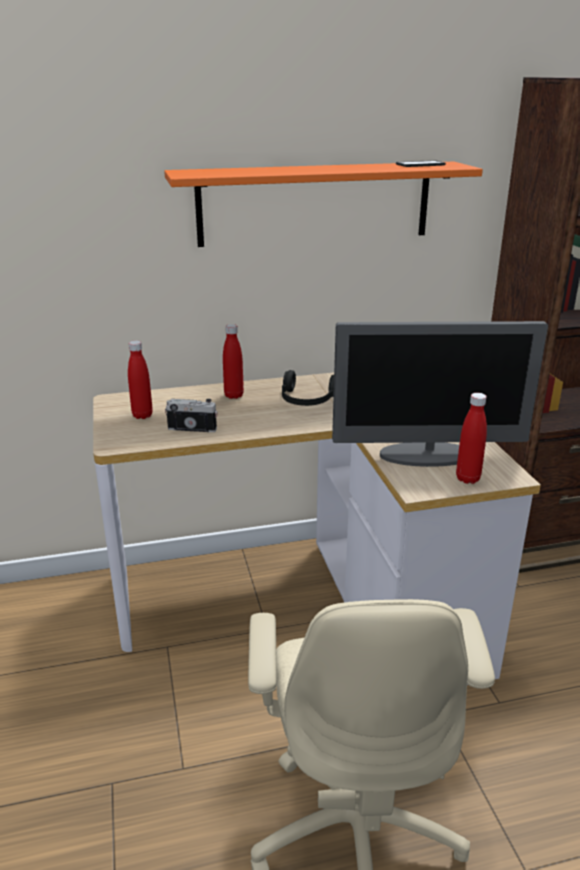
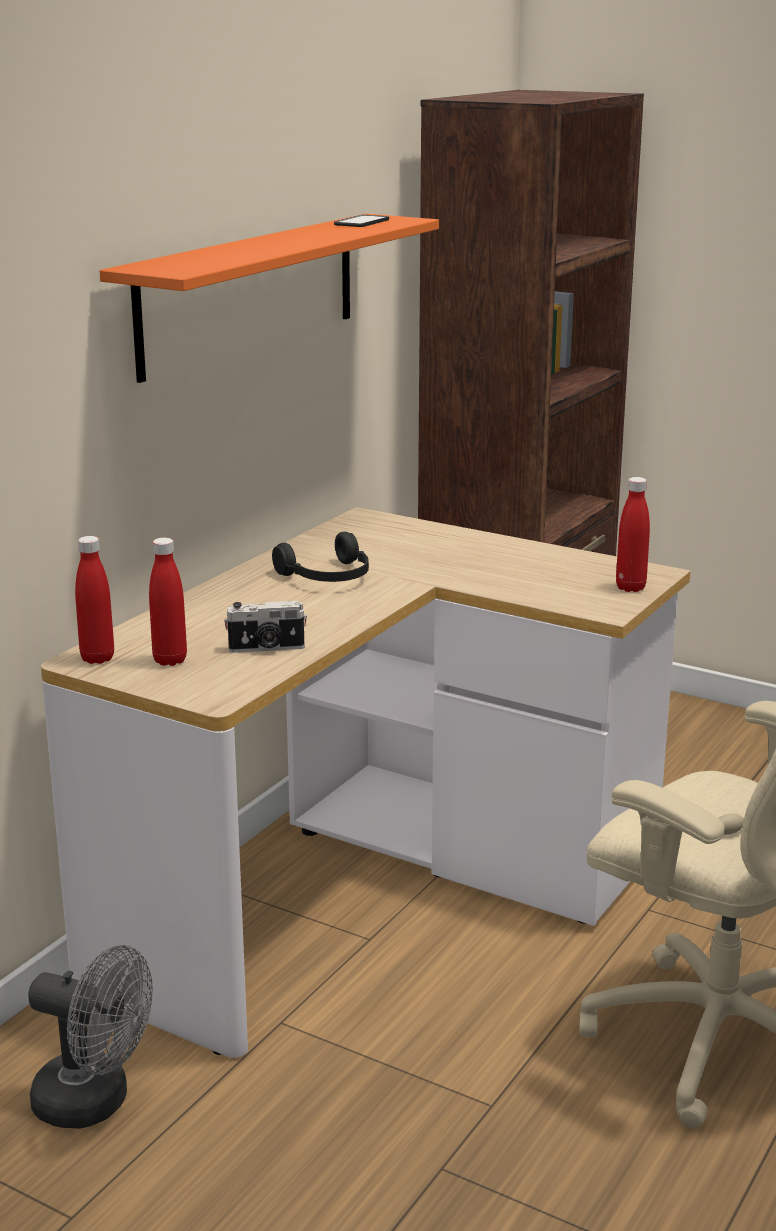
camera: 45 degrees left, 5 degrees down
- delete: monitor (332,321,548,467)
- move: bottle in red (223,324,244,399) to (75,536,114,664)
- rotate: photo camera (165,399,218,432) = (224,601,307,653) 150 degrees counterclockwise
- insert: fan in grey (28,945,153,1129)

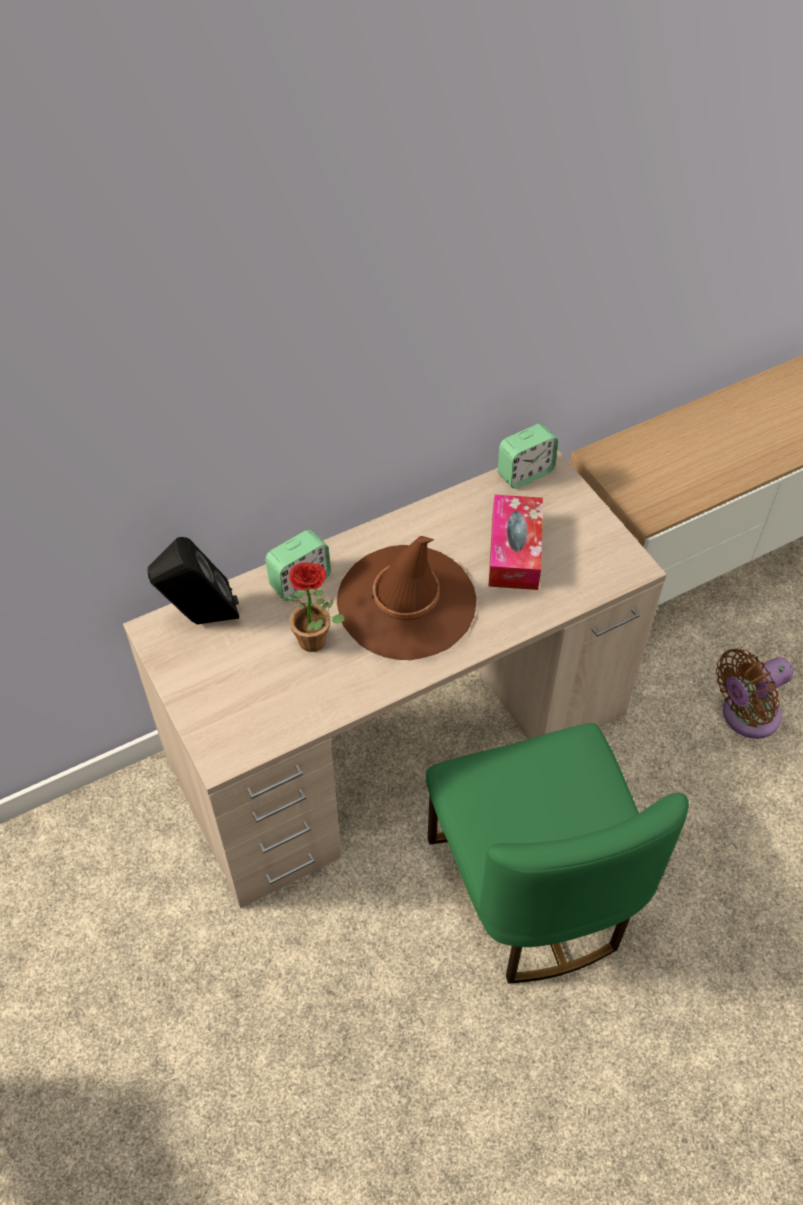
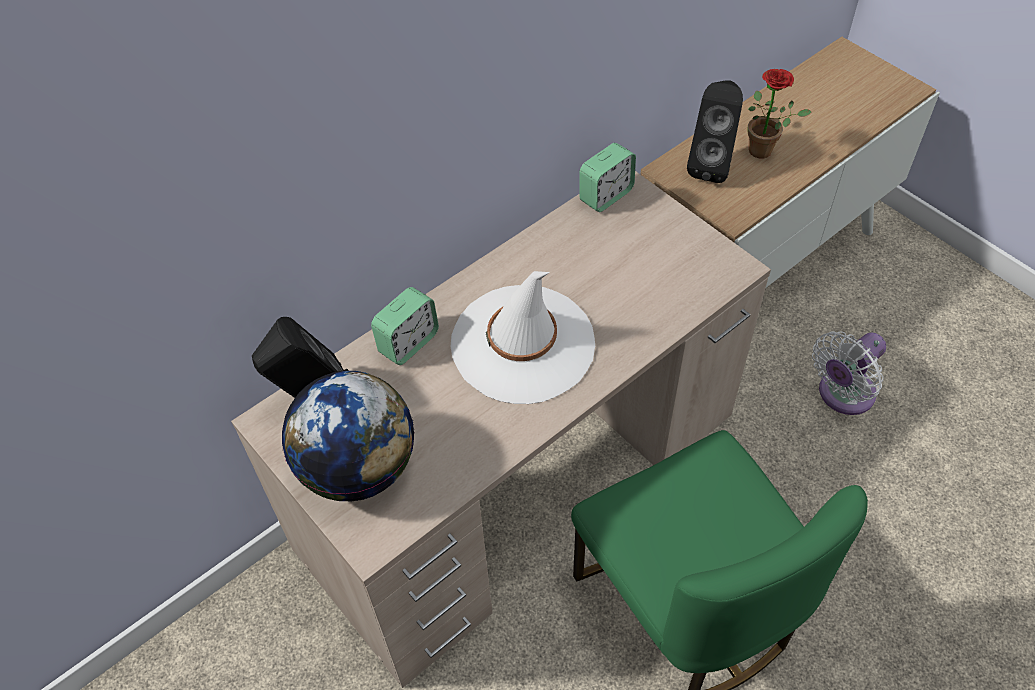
camera: 10 degrees left, 0 degrees up
- delete: tissue box (488,495,543,590)
- recolor: hat in brown (337,536,476,660) to hat in white (451,271,595,404)
- move: potted plant (280,563,344,652) to (747,69,811,158)
- recolor: fan in brown (716,648,793,739) to fan in white (812,331,886,415)
- insert: speaker in black (687,80,743,183)
- insert: globe (282,371,414,501)

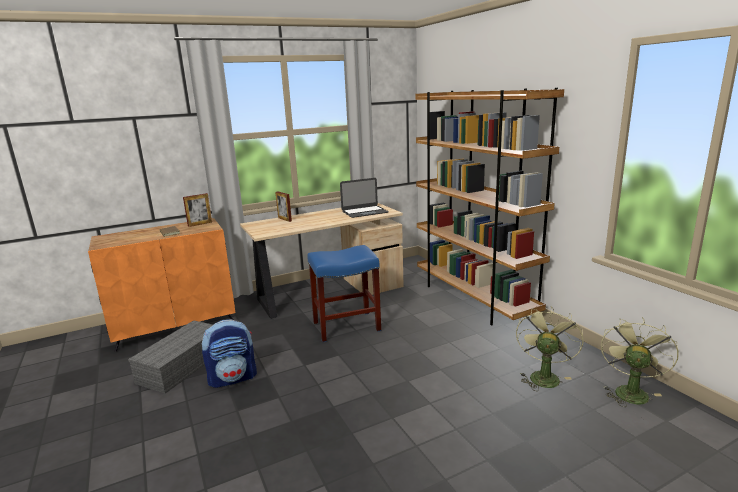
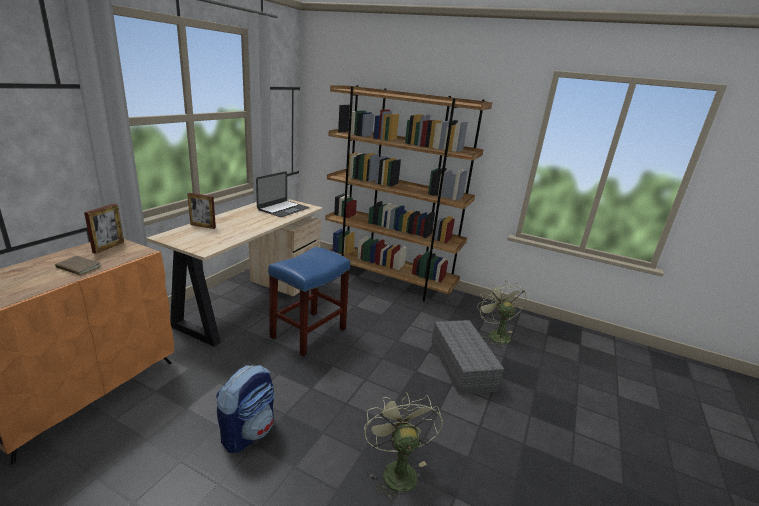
camera: 40 degrees left, 5 degrees up
- move: fan in green (601,317,678,407) to (364,392,443,504)
- move: storage box in grey (128,320,213,394) to (431,320,505,395)

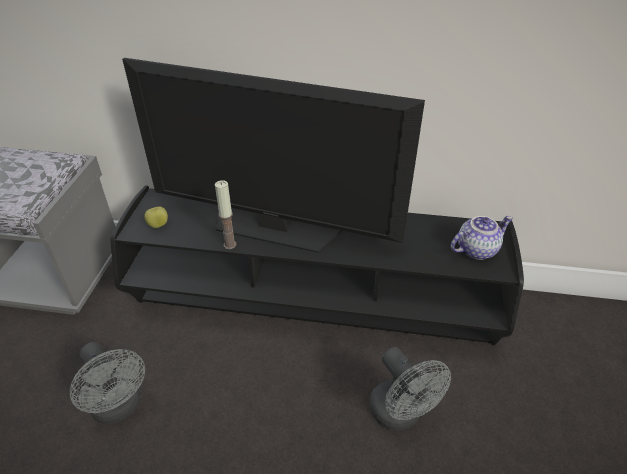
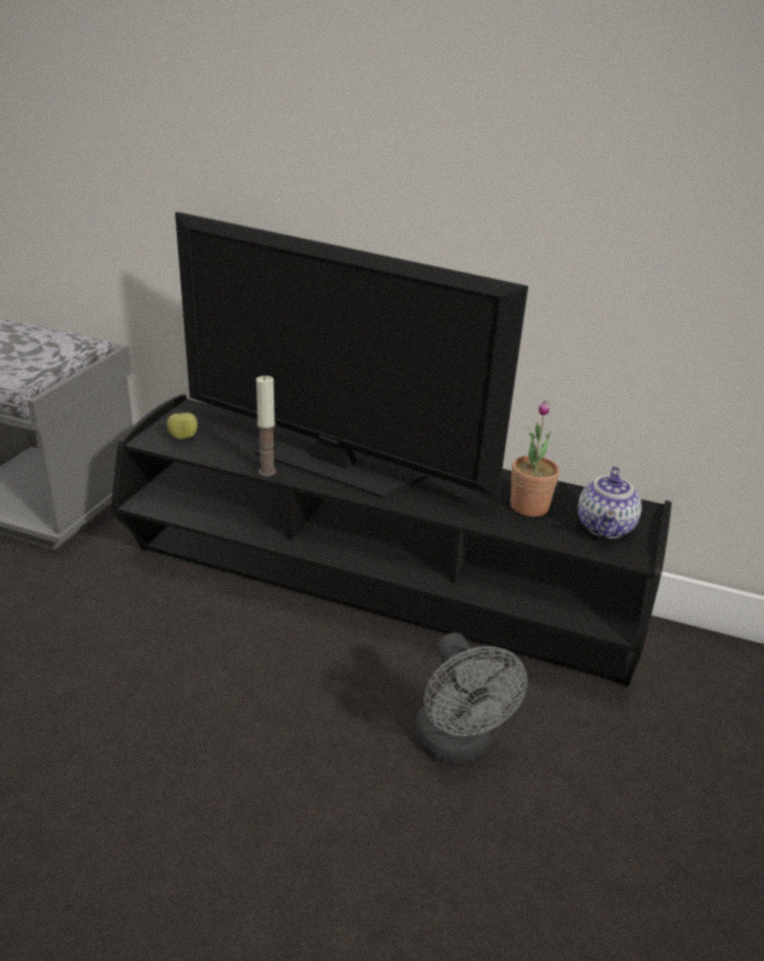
camera: 10 degrees right, 10 degrees down
- rotate: teapot (451,216,513,260) = (578,466,642,538) 120 degrees clockwise
- delete: fan in grey (70,342,145,424)
- insert: potted plant (511,400,560,517)

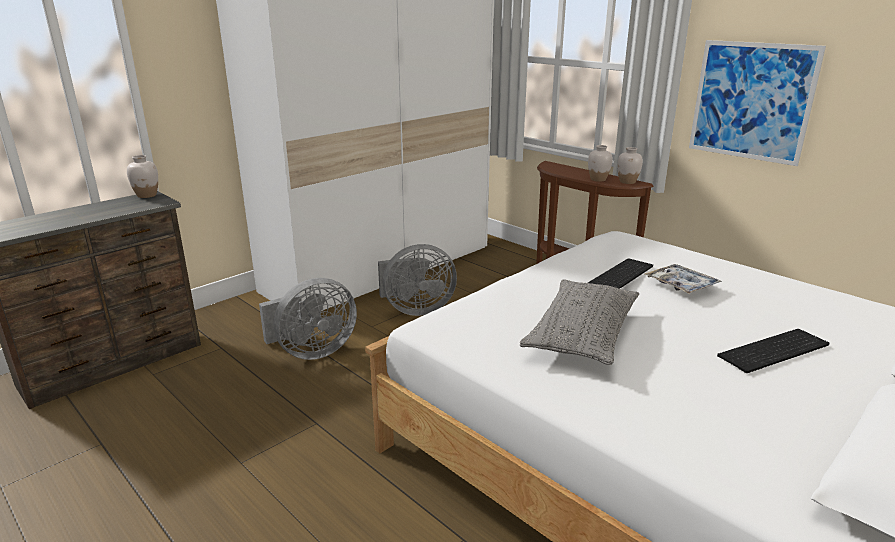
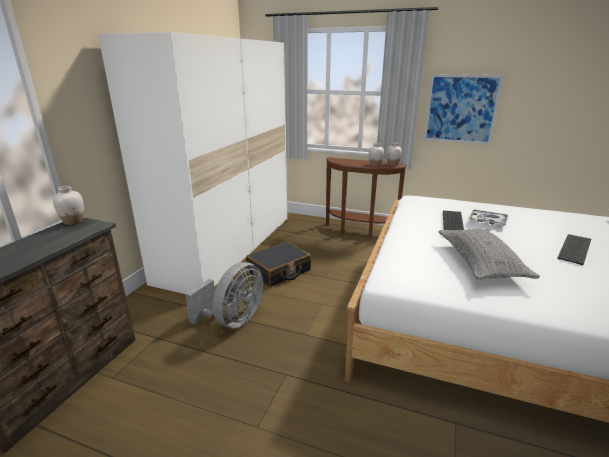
camera: 25 degrees left, 0 degrees up
- replace: fan in grey (378,244,457,316) to suitcase in black (246,242,311,287)

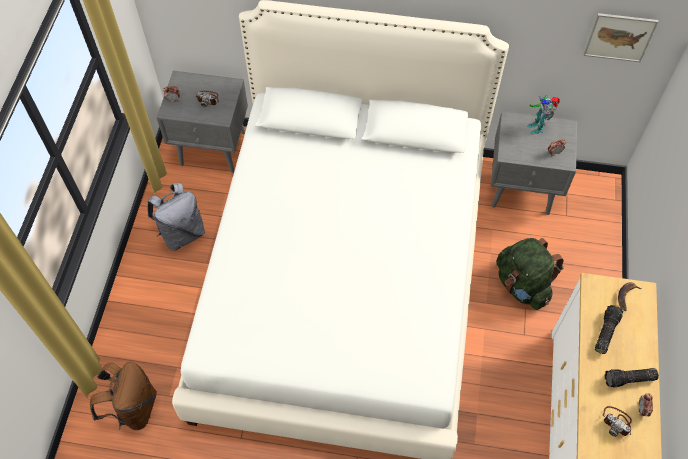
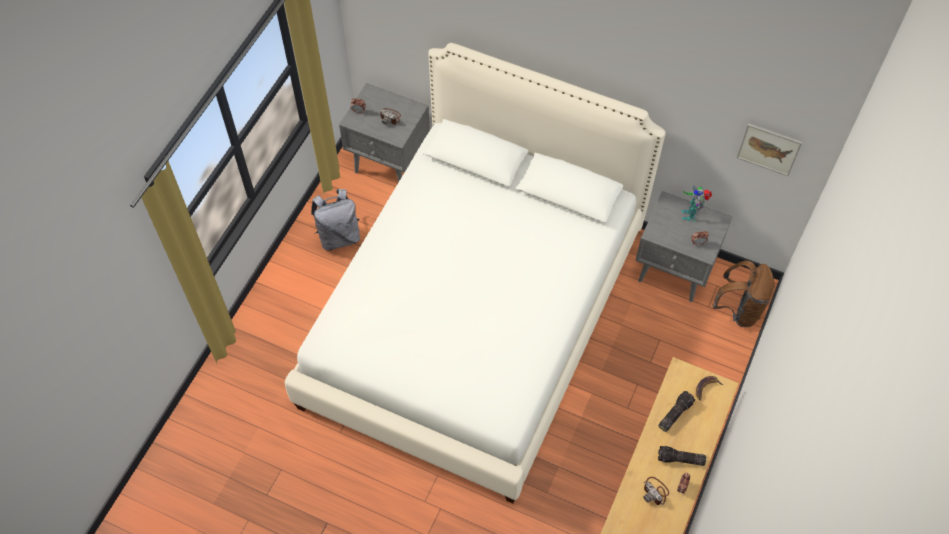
camera: 15 degrees right, 0 degrees up
- delete: backpack in green (496,238,564,310)
- move: backpack in brown (90,362,157,430) to (712,261,775,327)

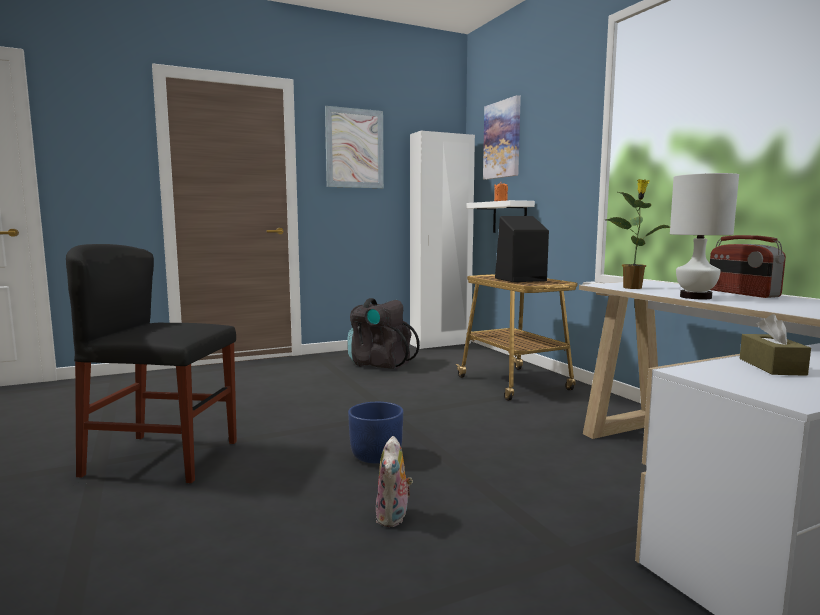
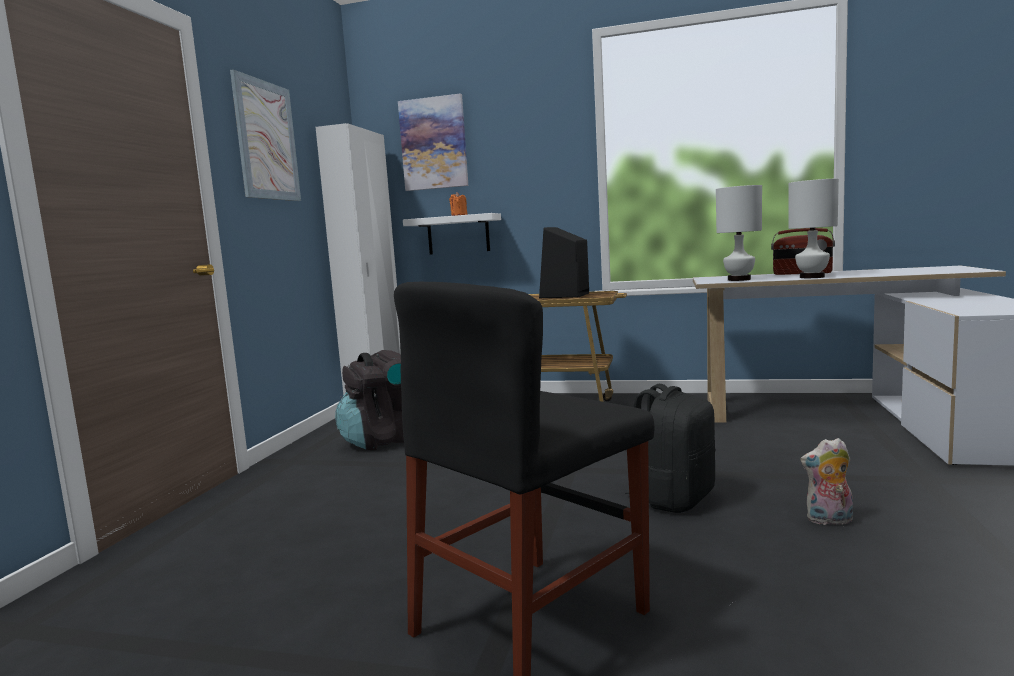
camera: 50 degrees left, 0 degrees up
- replace: potted plant (605,179,670,289) to table lamp in white (716,185,762,281)
- delete: tissue box in brown (740,314,811,376)
- replace: planter in blue (348,402,403,463) to backpack in black (625,384,716,513)
- rotate: plush toy (376,436,413,527) = (800,438,853,527) 135 degrees clockwise

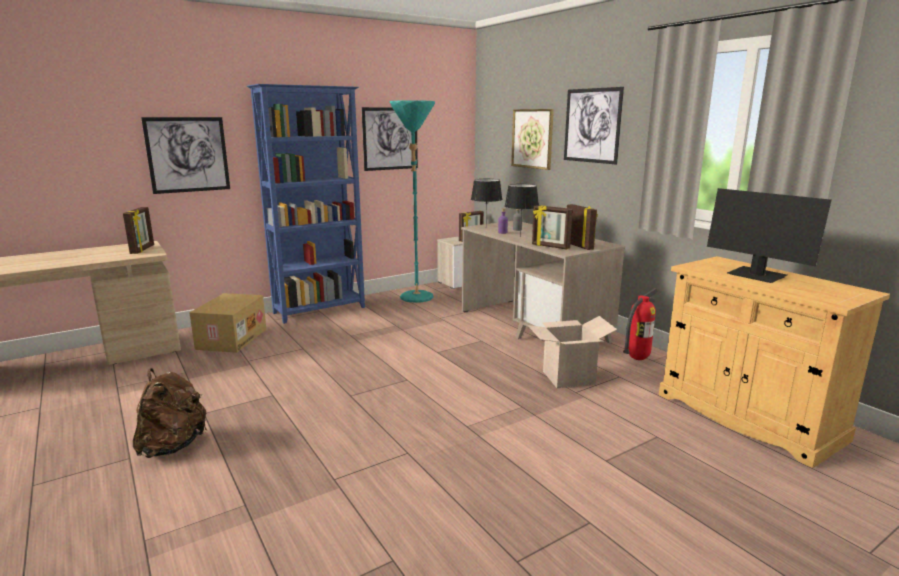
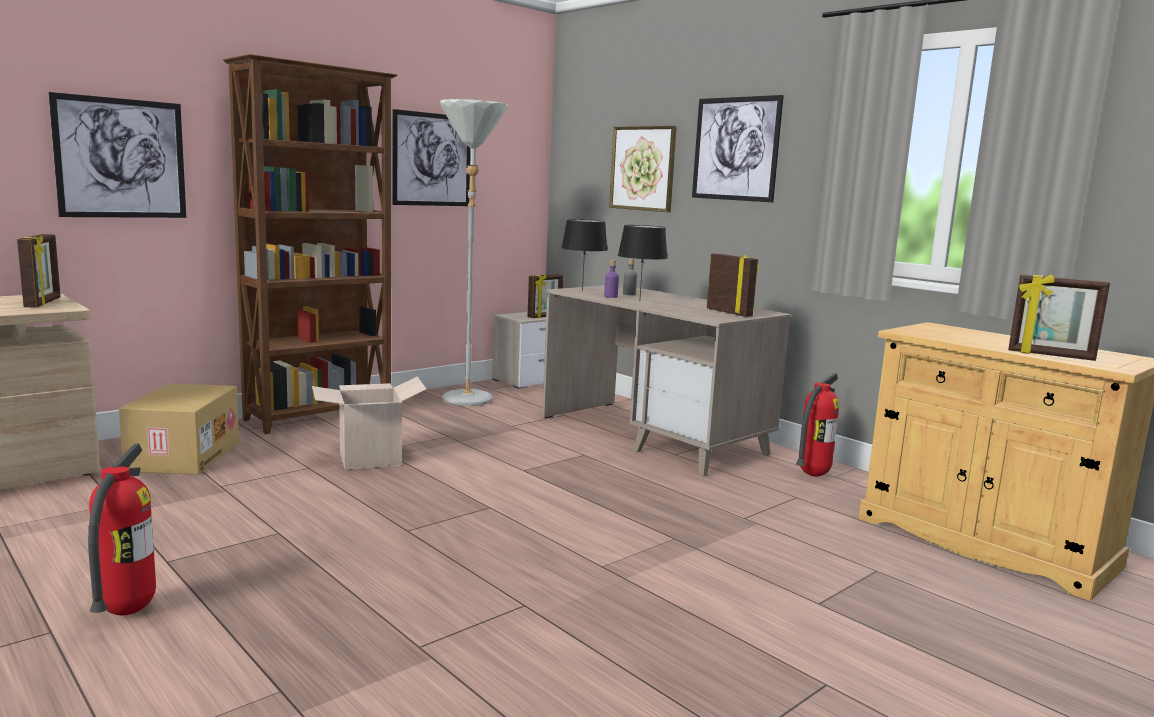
camera: 10 degrees left, 5 degrees down
- recolor: bookcase in blue (247,84,365,324) to bookcase in brown (223,54,398,434)
- recolor: floor lamp in turquoise (389,100,435,303) to floor lamp in grey (440,99,508,406)
- delete: monitor (707,188,832,283)
- move: picture frame (532,205,573,250) to (1008,274,1110,361)
- move: cardboard box (527,316,617,388) to (312,377,427,470)
- replace: backpack in brown (133,368,207,458) to fire extinguisher (88,443,156,615)

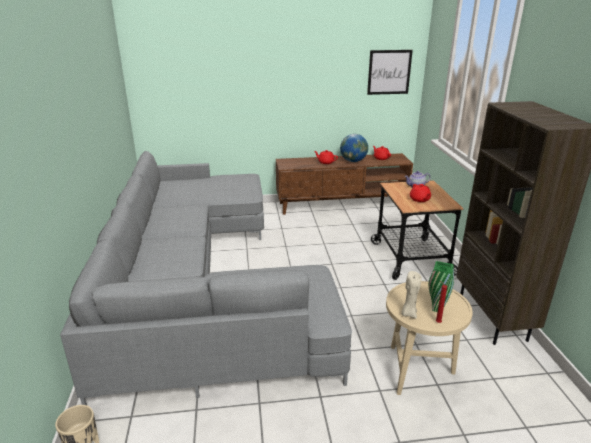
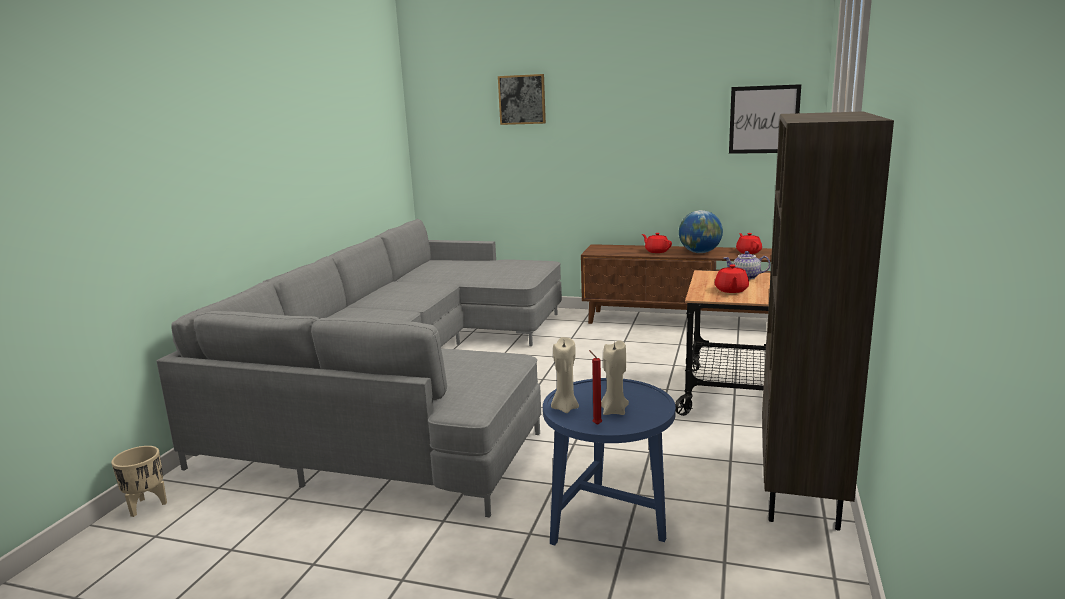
camera: 25 degrees right, 10 degrees down
- replace: vase in green (429,261,454,312) to candle in beige (601,340,629,415)
- recolor: side table in beige (386,281,473,395) to side table in blue (543,378,676,546)
- insert: picture (498,74,546,125)

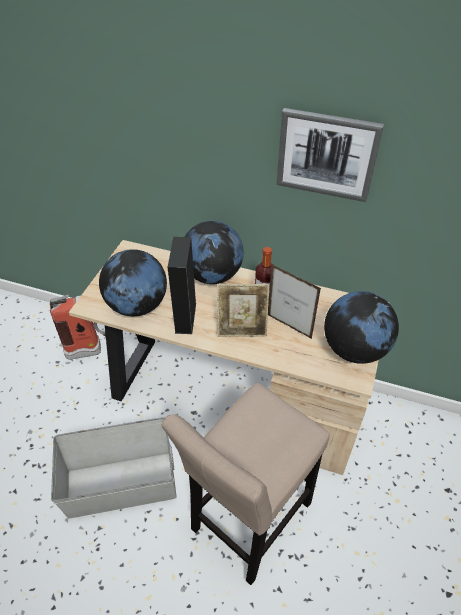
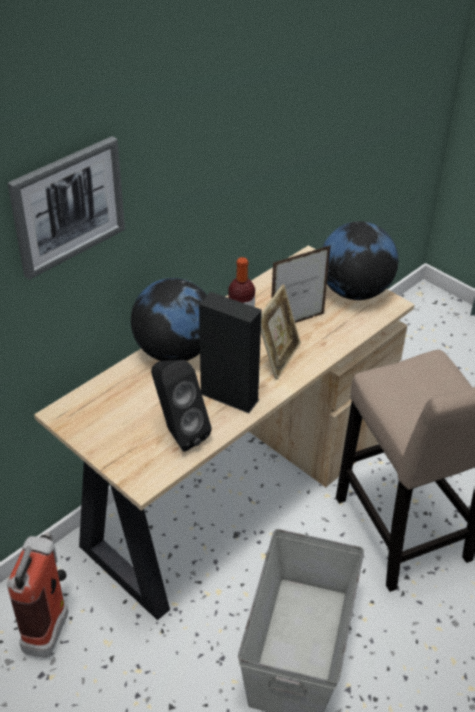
camera: 65 degrees left, 5 degrees down
- move: picture (277,108,384,202) to (8,136,125,280)
- replace: globe (99,249,167,316) to speaker in black (151,360,212,452)

